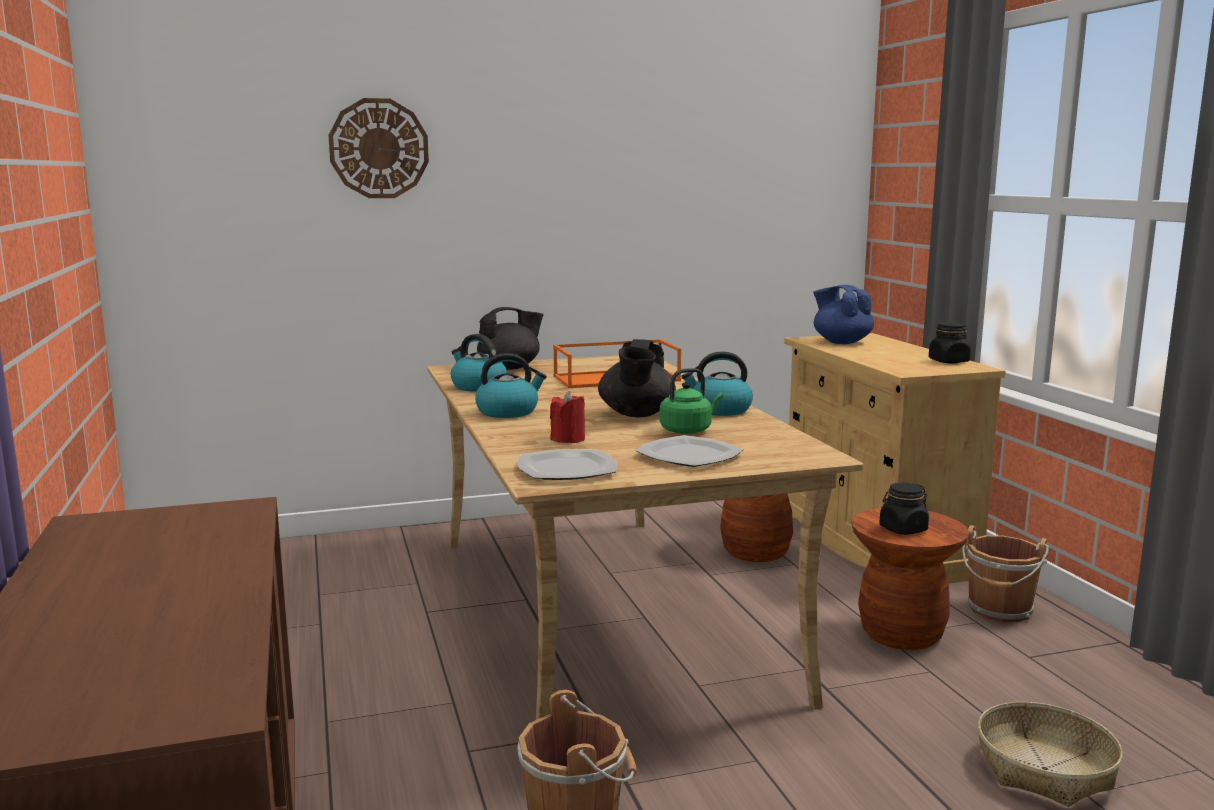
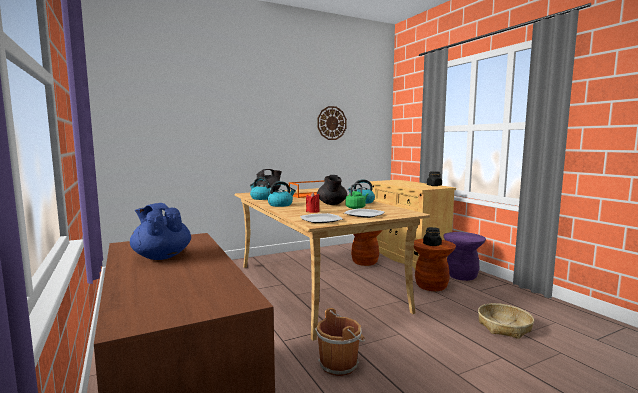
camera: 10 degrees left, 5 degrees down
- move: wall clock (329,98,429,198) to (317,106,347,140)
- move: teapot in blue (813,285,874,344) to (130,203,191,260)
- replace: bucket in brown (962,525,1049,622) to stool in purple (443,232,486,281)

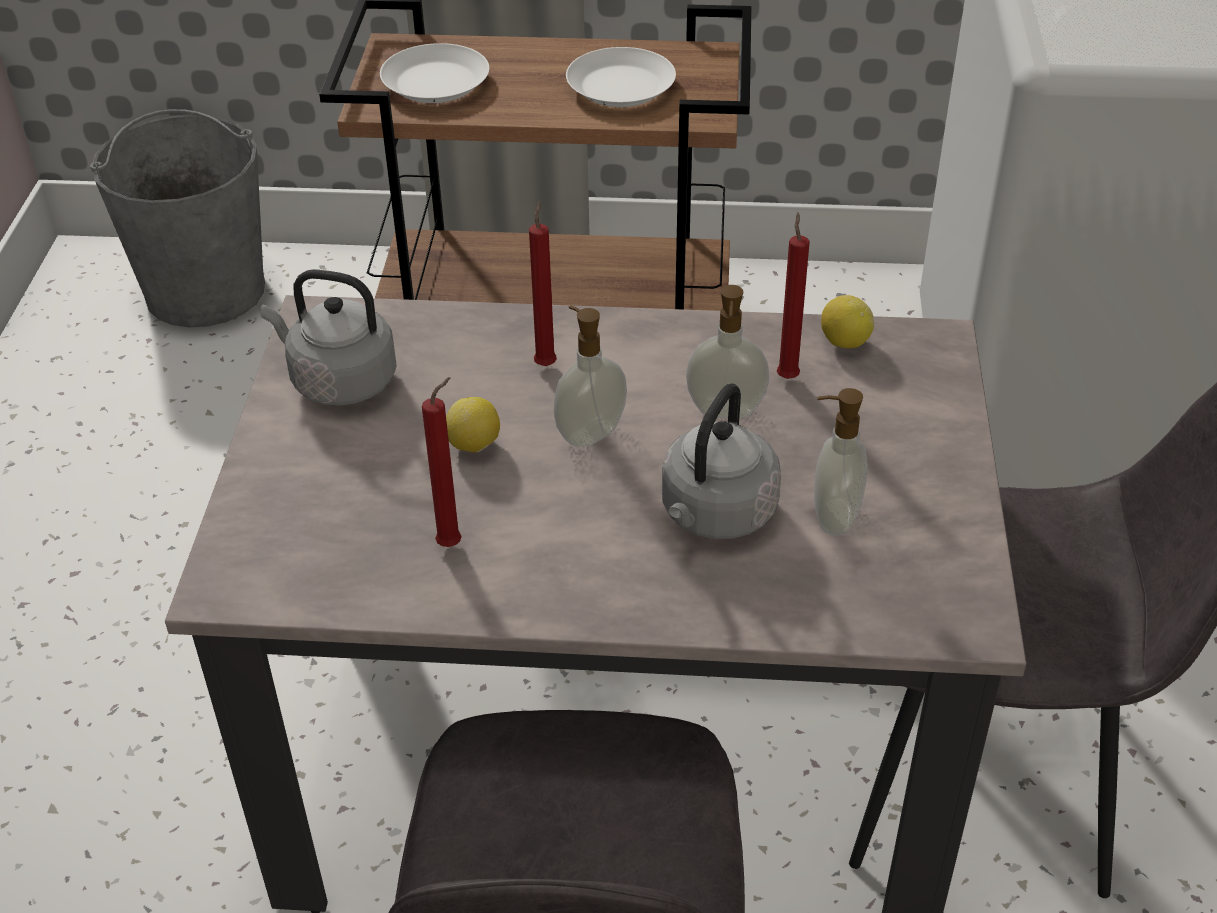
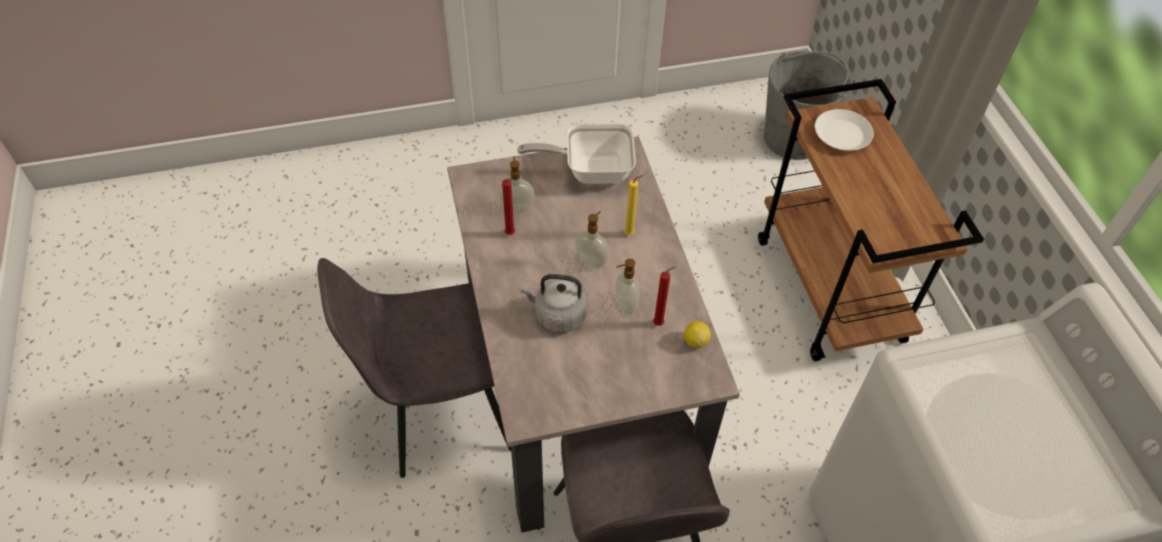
camera: 70 degrees right, 10 degrees up
- delete: plate in white (566,47,676,107)
- recolor: candle in red (529,201,557,366) to candle in yellow (624,175,644,235)
- replace: kettle in grey (261,269,397,405) to frying pan (517,124,636,184)
- move: soap dispenser (814,388,868,535) to (498,157,535,213)
- delete: lemon (446,397,500,452)

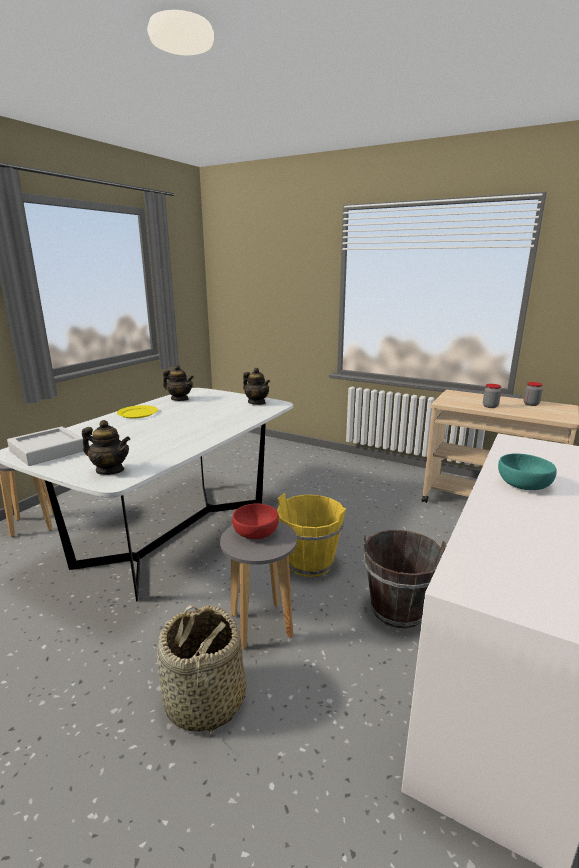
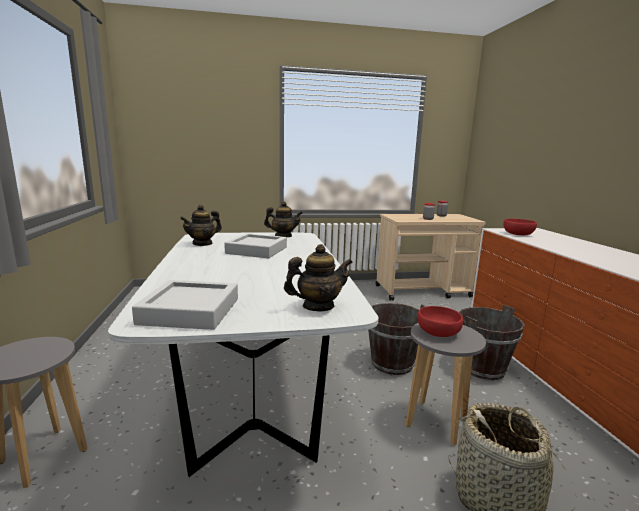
camera: 40 degrees left, 5 degrees down
- rotate: teapot (163,365,194,401) = (180,205,222,246) 150 degrees clockwise
- delete: plate in yellow (117,405,158,418)
- delete: bowl in turquoise (498,453,557,490)
- recolor: bucket in yellow (277,493,346,577) to bucket in brown (368,303,425,375)
- insert: bowl in red (503,219,537,235)
- insert: tray in grey (224,233,287,258)

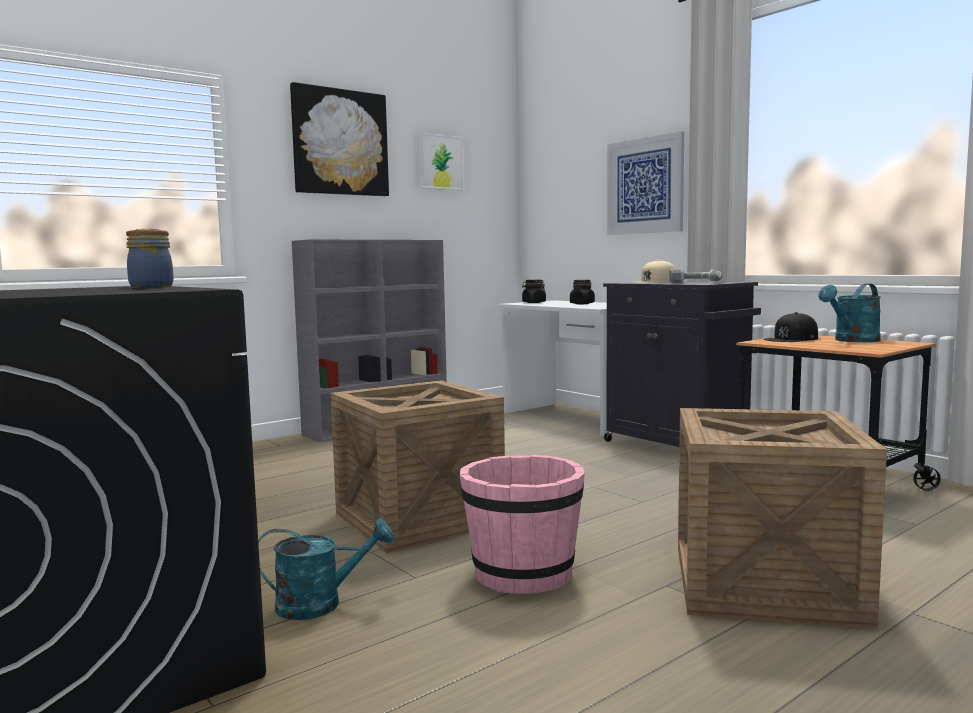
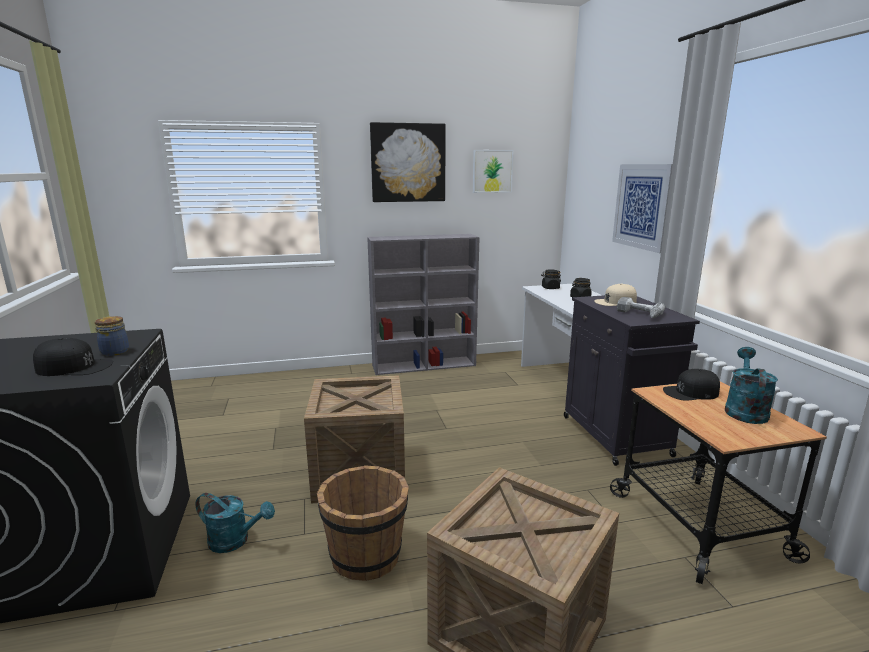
camera: 25 degrees right, 10 degrees up
- rotate: watering can in turquoise (818,284,881,342) = (725,347,778,424) 120 degrees clockwise
- recolor: bucket in pink (459,455,585,594) to bucket in brown (317,465,409,581)
- insert: cap in black (33,338,113,376)

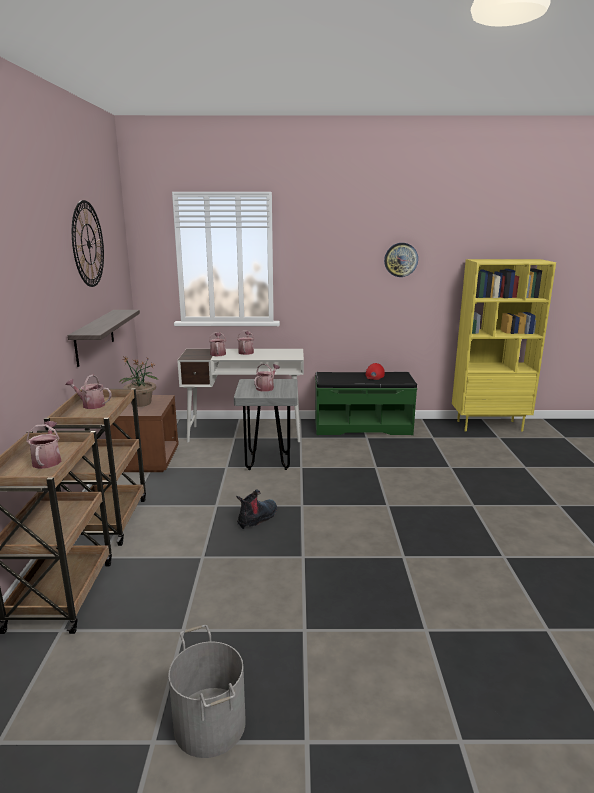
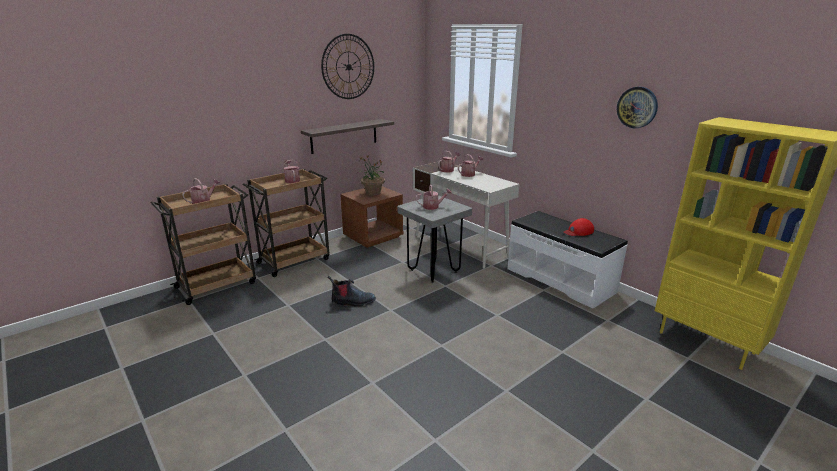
camera: 50 degrees right, 5 degrees up
- recolor: bench in green (315,372,417,435) to bench in white (507,211,628,309)
- delete: bucket in grey (168,625,246,758)

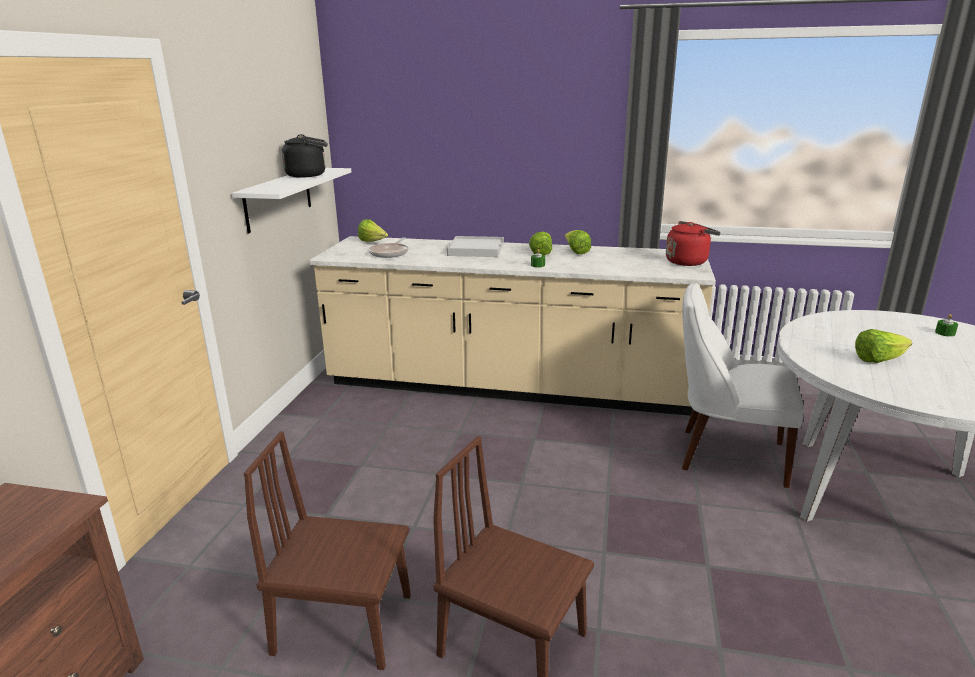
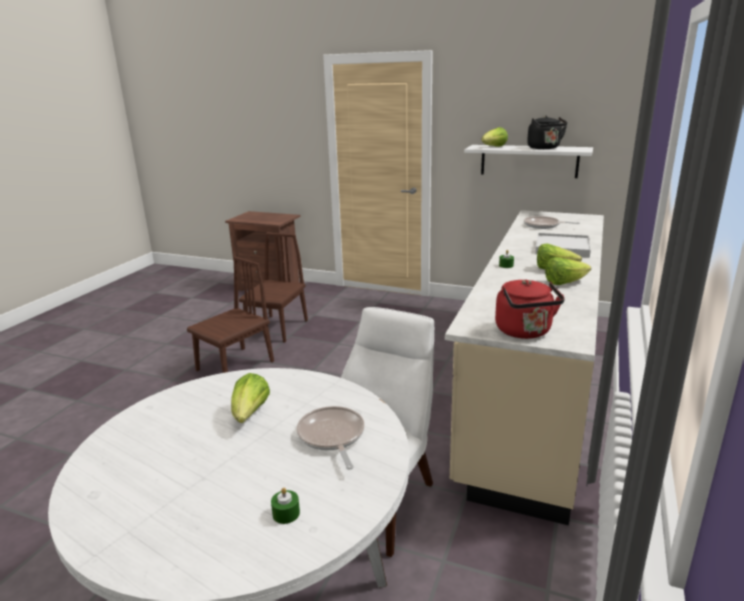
camera: 100 degrees right, 0 degrees up
- move: lettuce (358,219,388,242) to (482,127,508,147)
- insert: frying pan (297,406,364,470)

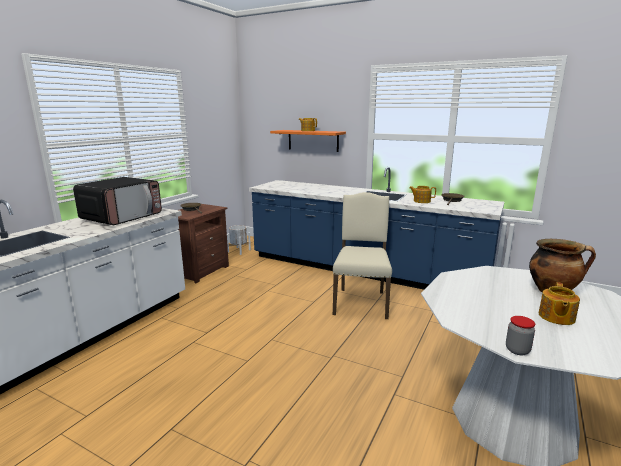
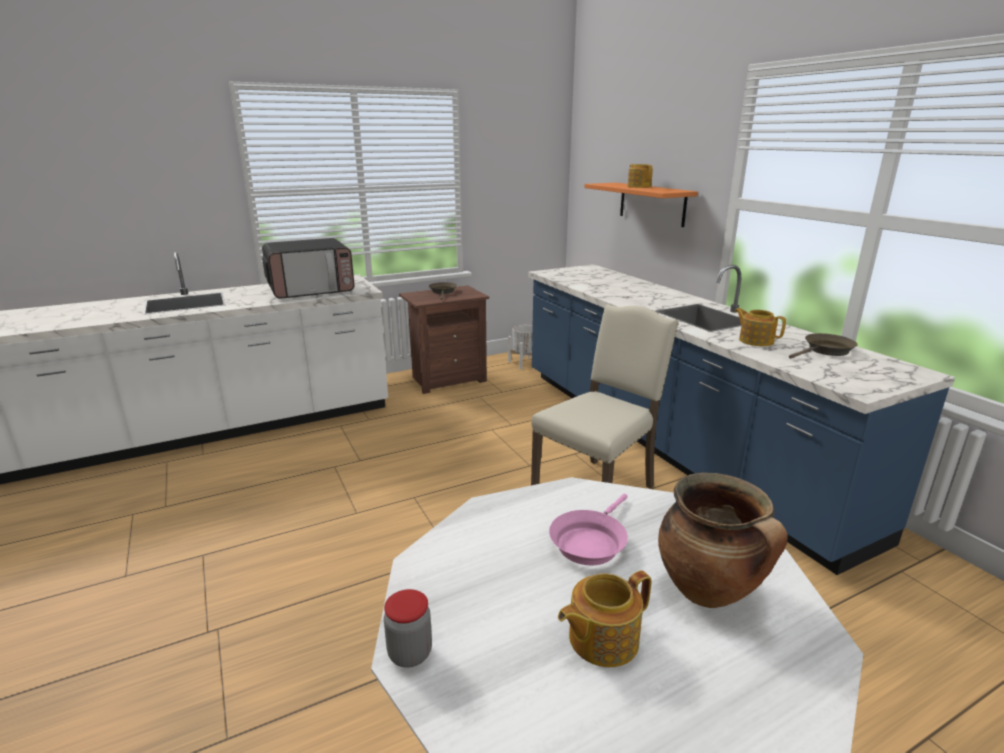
camera: 35 degrees right, 5 degrees up
- insert: frying pan in pink (549,494,628,565)

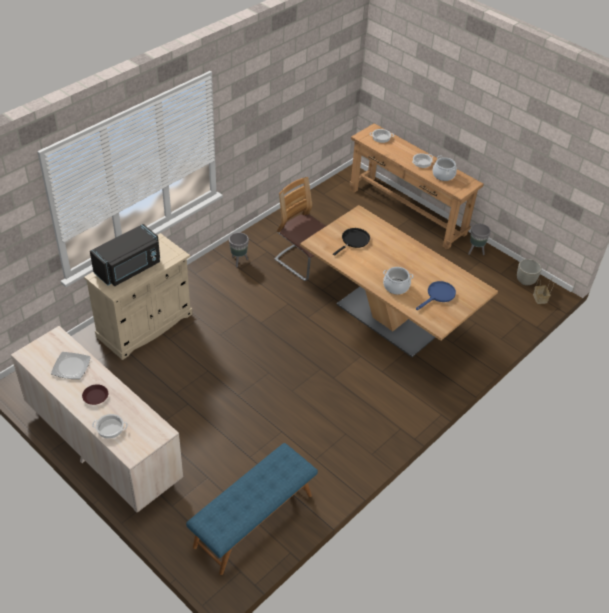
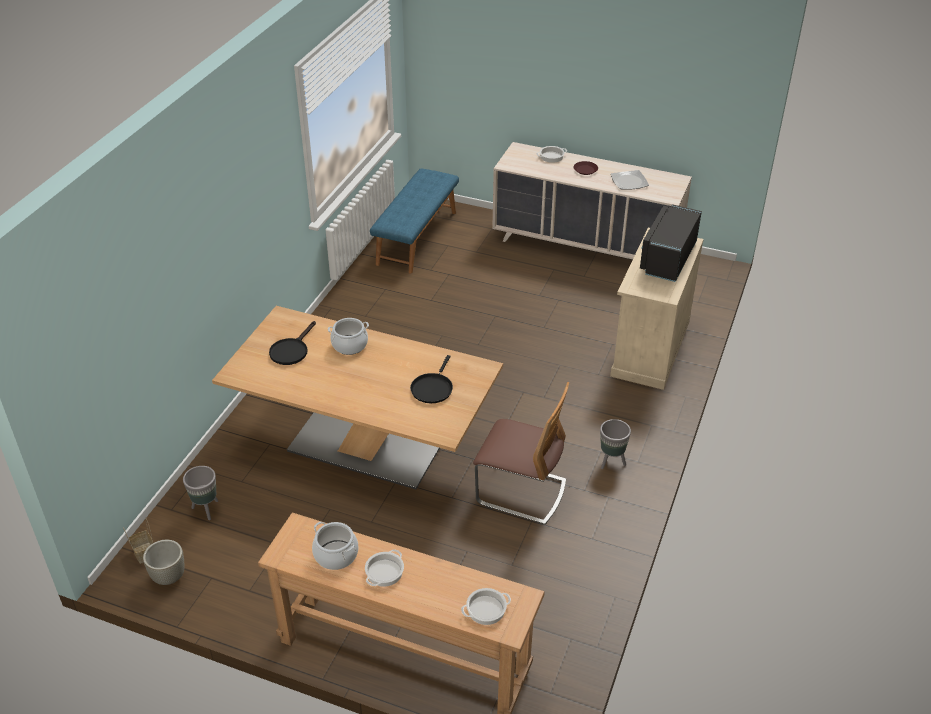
camera: 160 degrees right, 5 degrees down
- move: planter in grey (468,224,491,255) to (183,466,218,520)
- recolor: frying pan in blue (416,281,456,310) to frying pan in black (269,321,316,365)

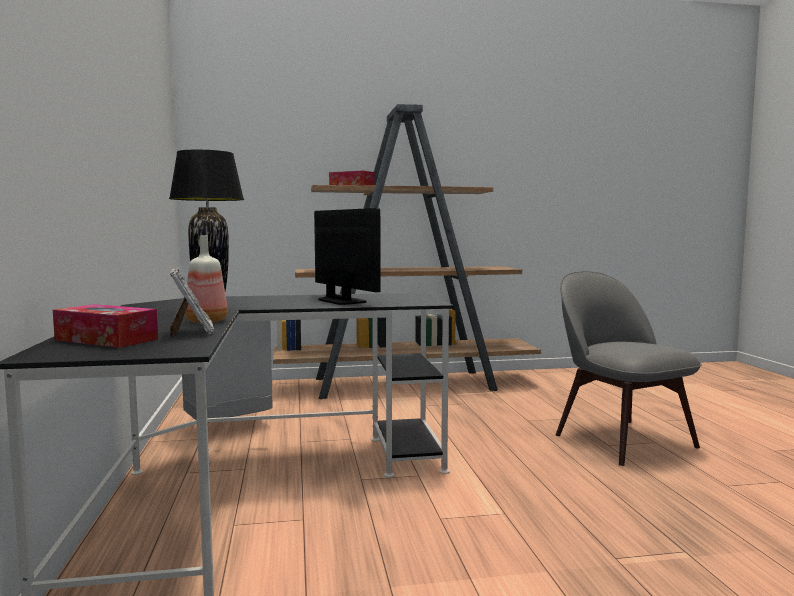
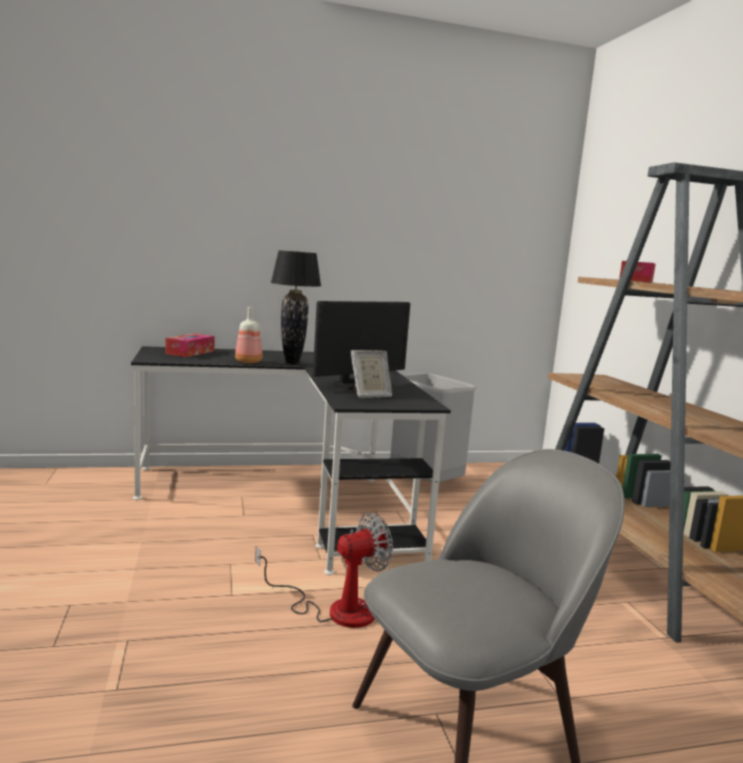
camera: 85 degrees right, 5 degrees up
- move: picture frame (170,268,214,336) to (351,350,392,398)
- insert: fan (255,513,393,628)

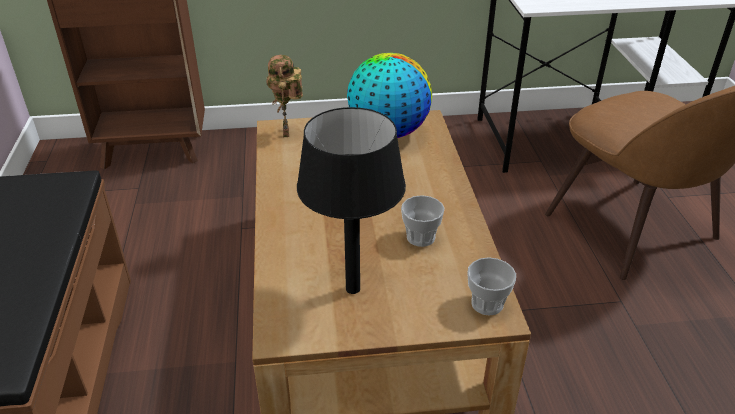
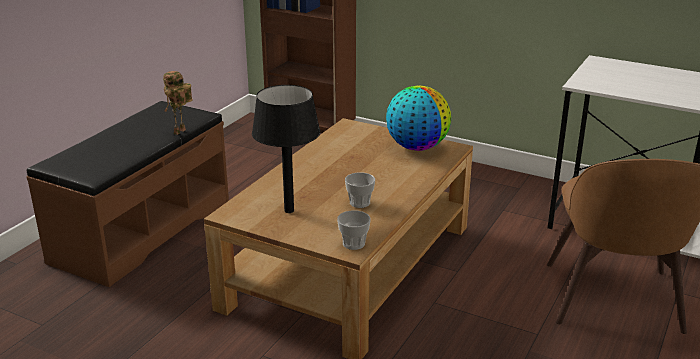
camera: 35 degrees right, 10 degrees down
- move: toy robot (266,55,303,137) to (163,71,193,135)

